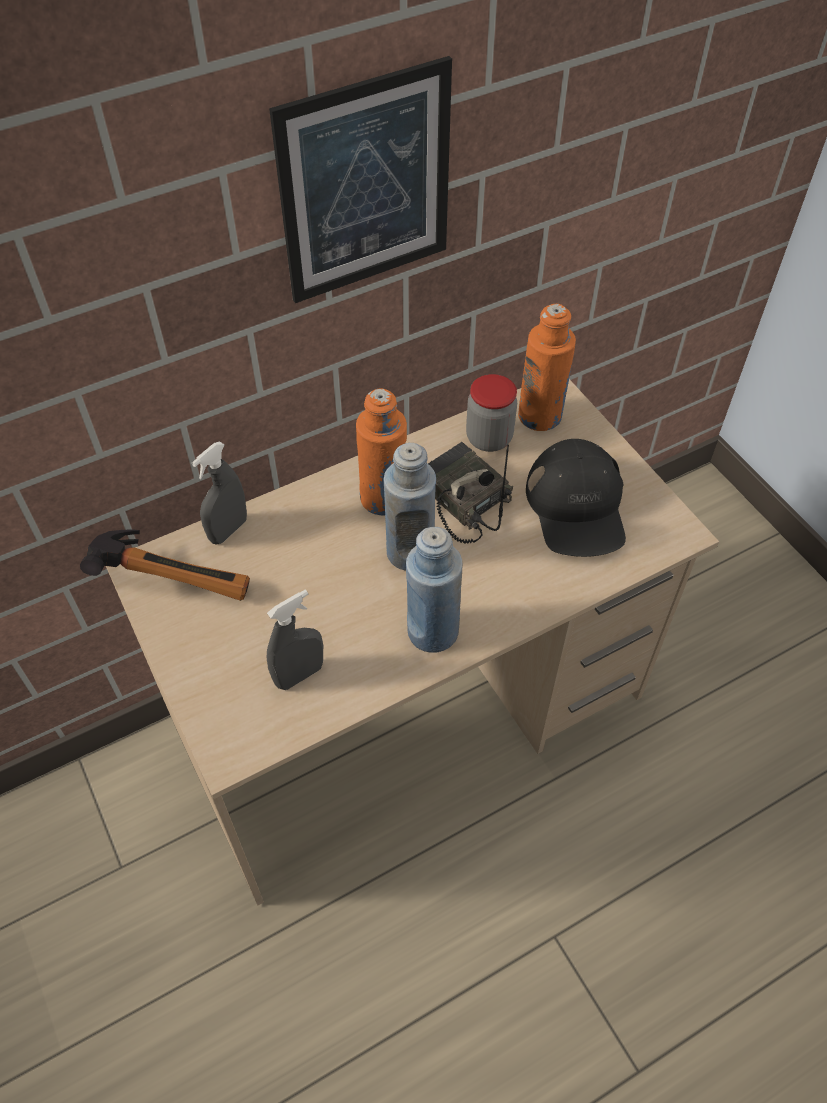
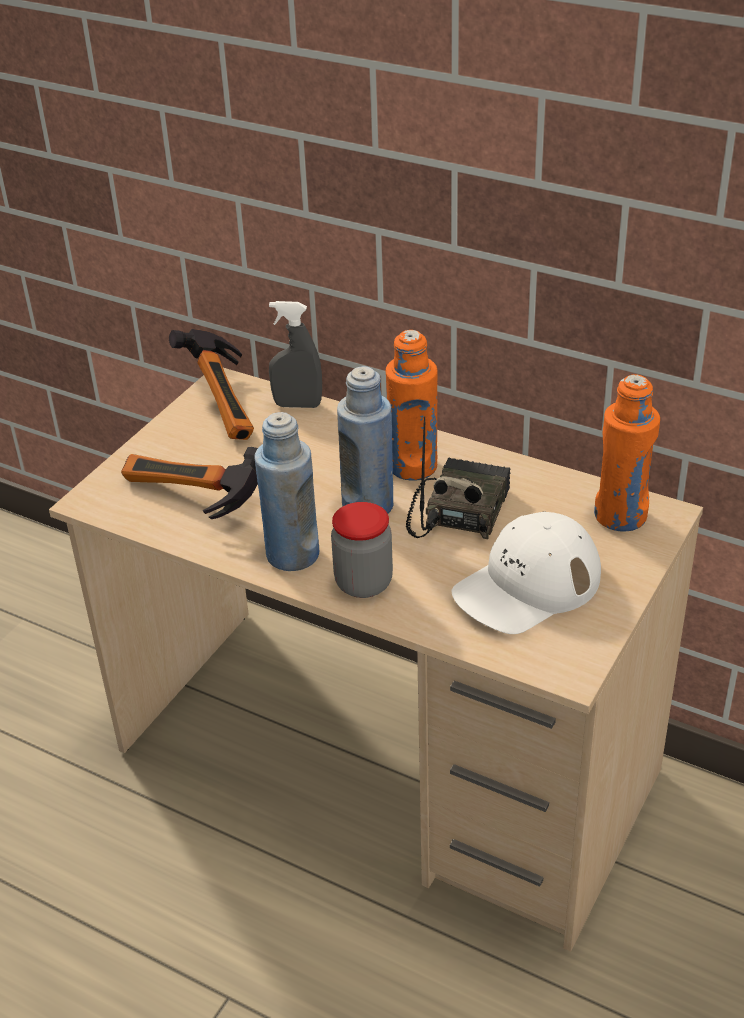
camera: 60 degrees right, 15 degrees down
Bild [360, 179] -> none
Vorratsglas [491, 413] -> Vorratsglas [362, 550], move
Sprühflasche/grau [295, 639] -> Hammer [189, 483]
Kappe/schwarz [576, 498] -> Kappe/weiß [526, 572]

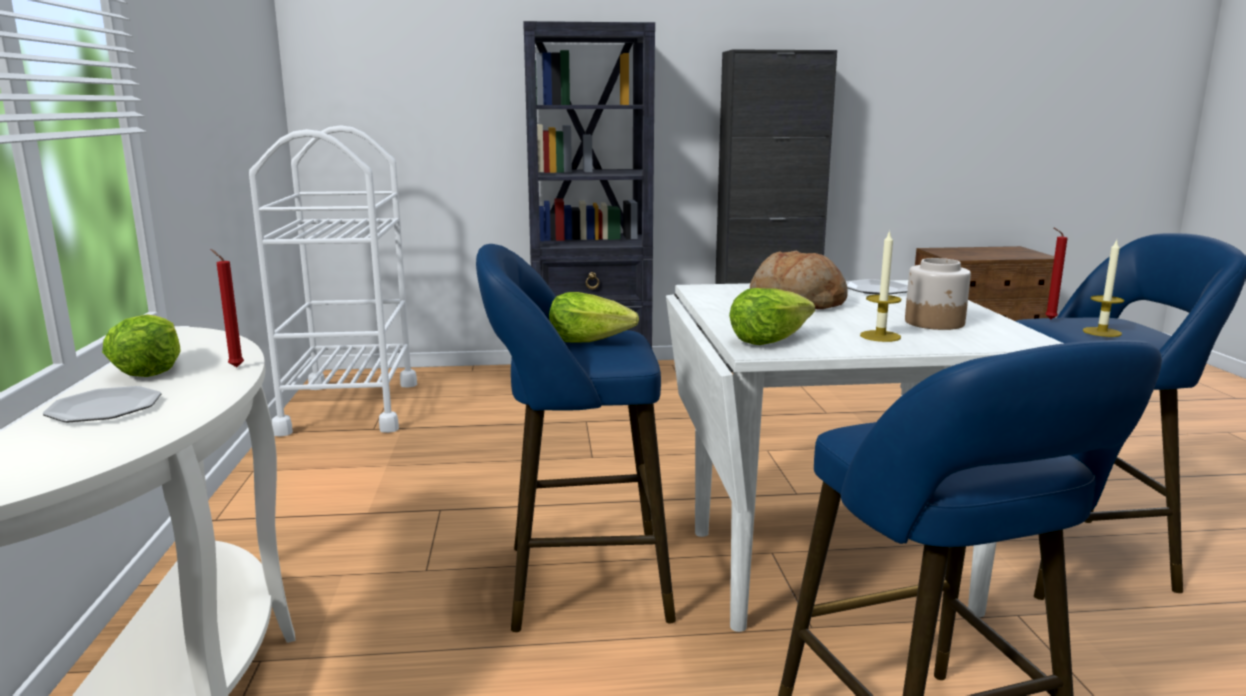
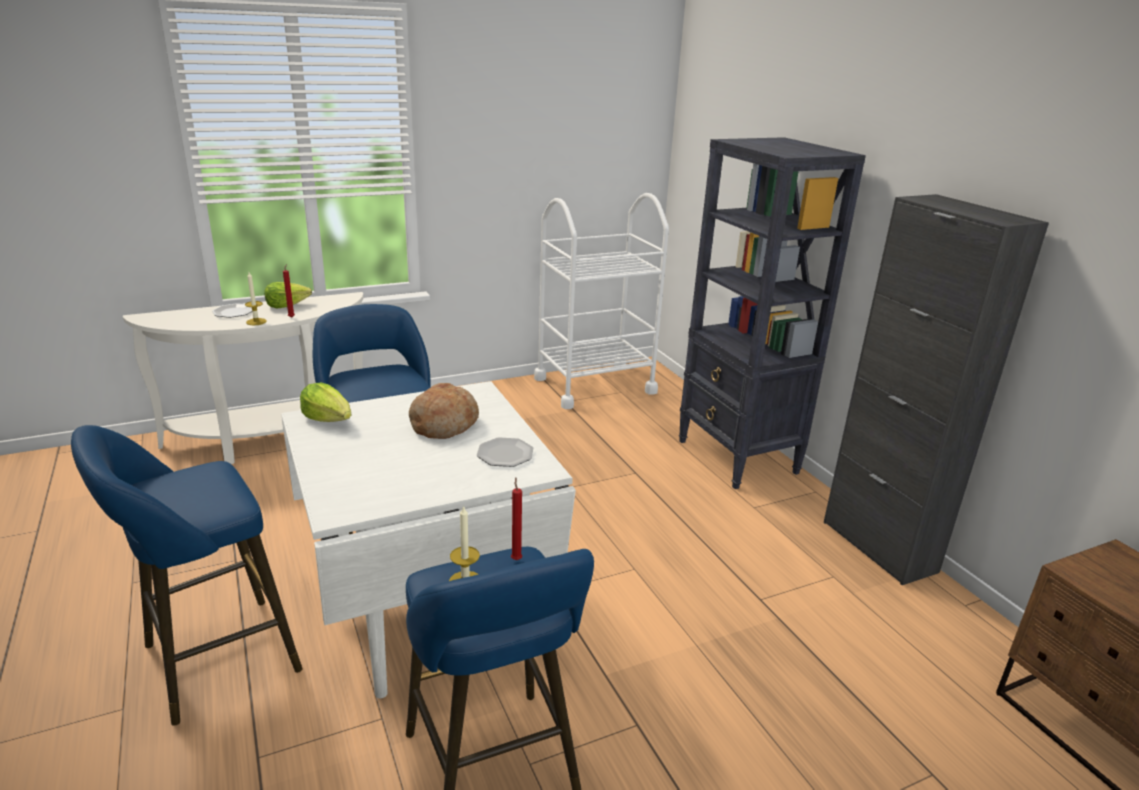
camera: 70 degrees right, 10 degrees up
Salatkopf [594, 317] -> none
Vorratsglas [938, 294] -> none
Kerze [880, 286] -> Kerze [256, 298], move

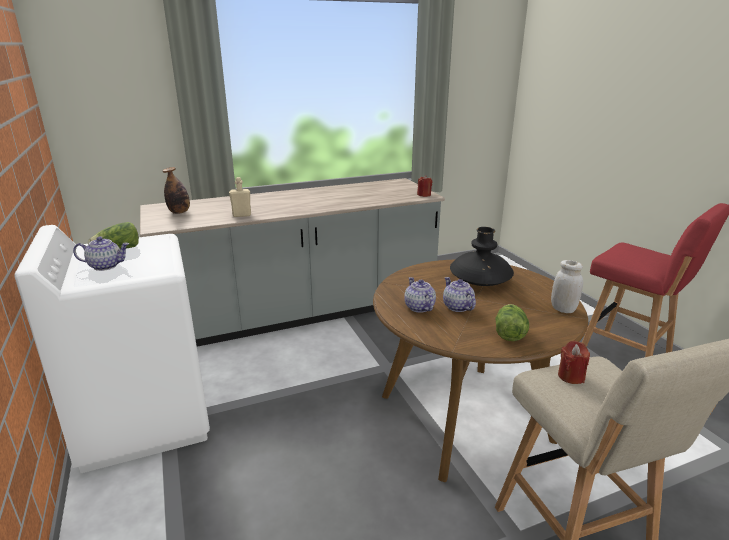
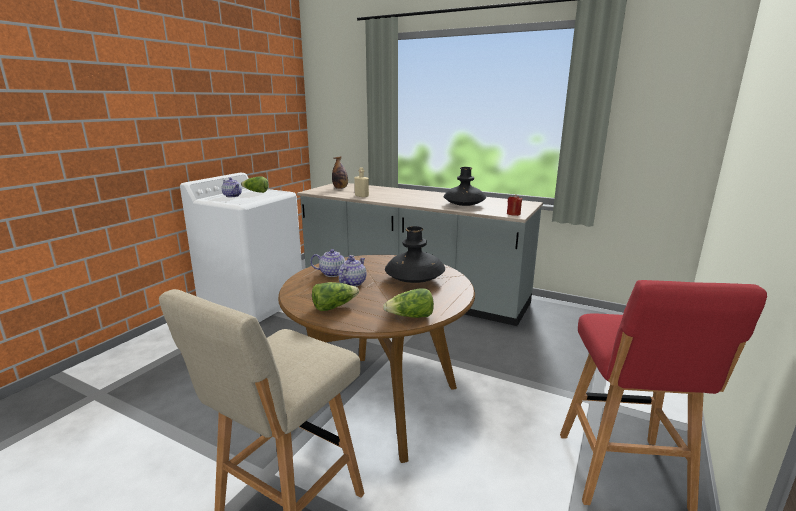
camera: 50 degrees right, 5 degrees down
Kerze/rot [574, 362] -> none
none -> Vase/schwarz [465, 186]
Vorratsglas/weiß [567, 286] -> Salatkopf [408, 303]
Teekanne [420, 295] -> Teekanne [332, 263], 60 degrees clockwise

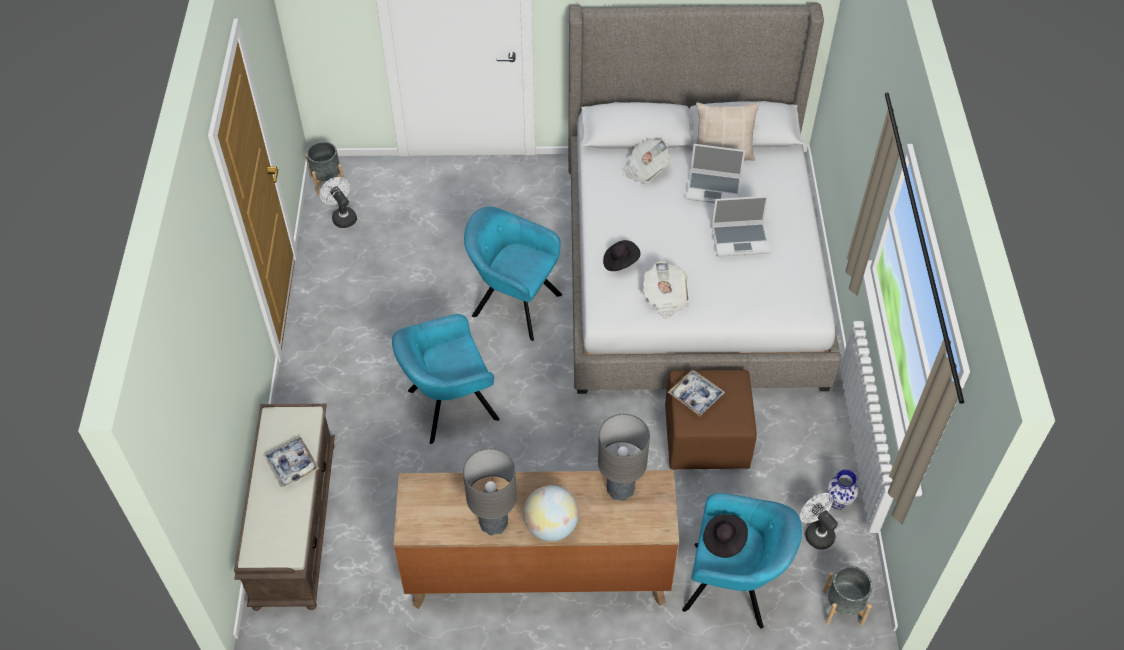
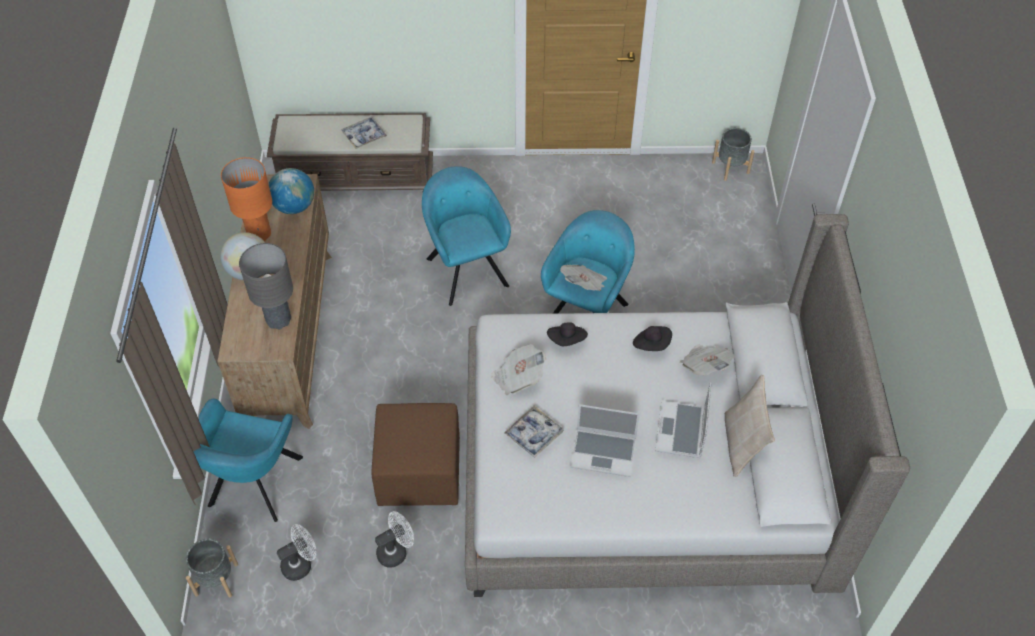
camera: 90 degrees right, 0 degrees up
Vase [842, 489] -> none
none -> Globus [291, 191]
none -> Zeitung [583, 278]
Ventilator/weiß [338, 202] -> Ventilator/weiß [394, 539], move
Tablett [696, 393] -> Tablett [534, 432], move
Hut/schwarz [725, 536] -> Hut/schwarz [652, 338], move
Tischlampe/grau [490, 491] -> Tischlampe/orange [246, 199]
Laptop [740, 226] -> Laptop [605, 440], 75 degrees counterclockwise

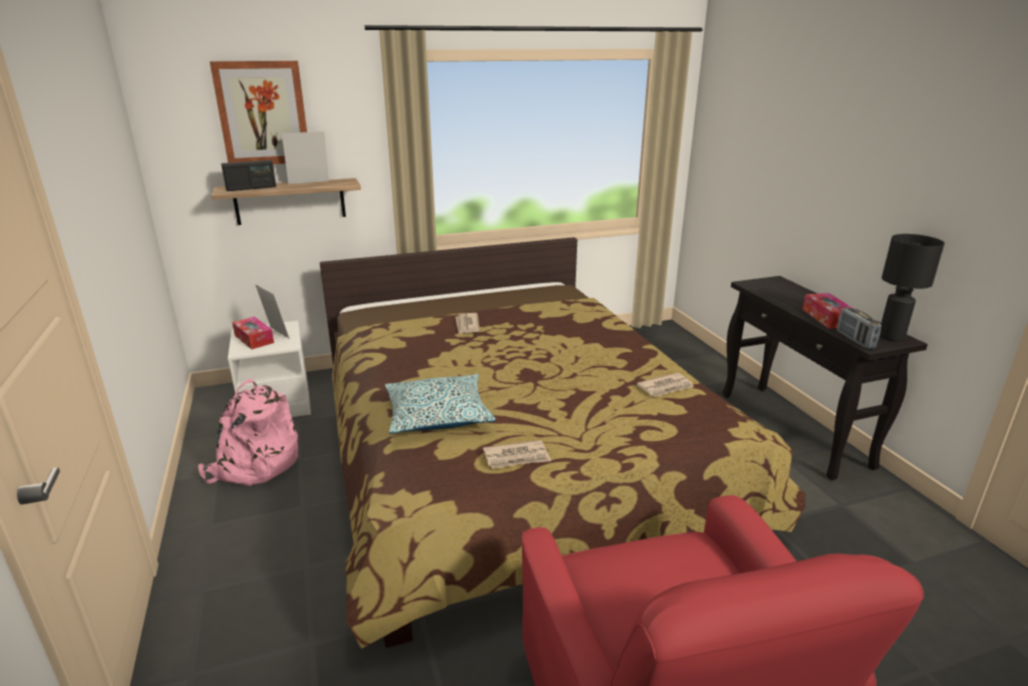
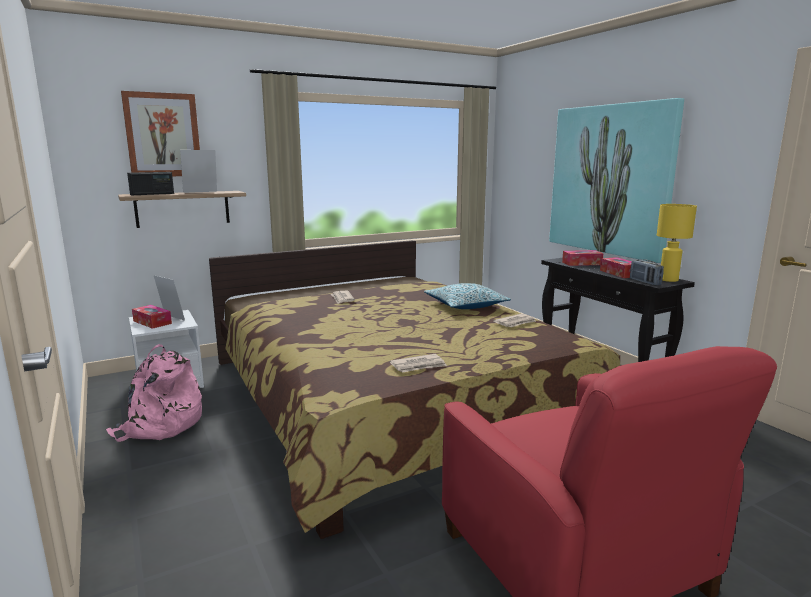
camera: 10 degrees left, 10 degrees down
none -> Bild [616, 180]
none -> Taschentuchbox [583, 258]
Kissen [440, 404] -> Kissen [467, 296], move
Tischlampe/schwarz [912, 288] -> Tischlampe/gelb [677, 243]

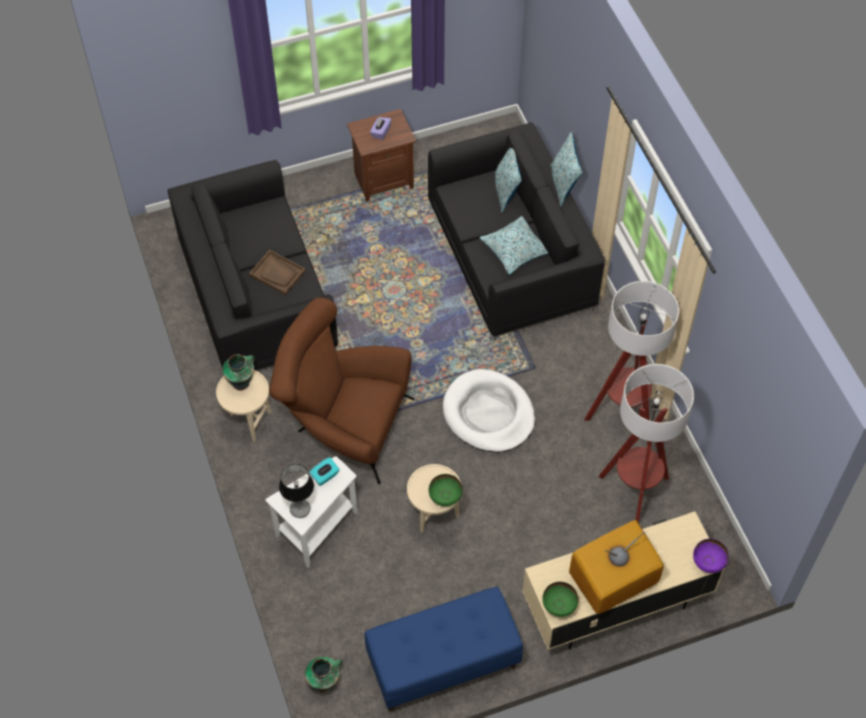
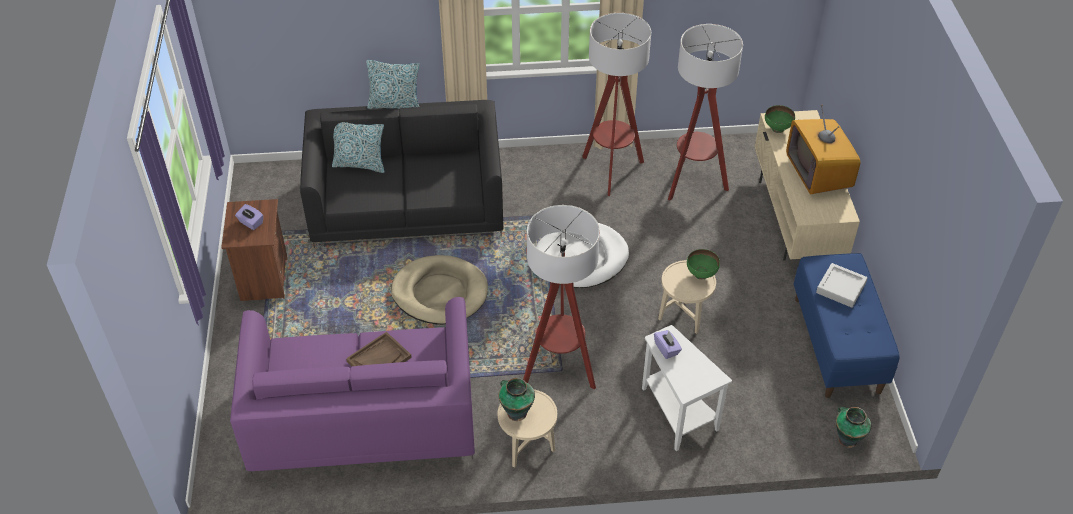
camera: 75 degrees left, 10 degrees down
Tischlampe [296, 491] -> none
Kissen [514, 245] -> none
Schüssel/lila [711, 556] -> none
none -> Hundebett/beige [439, 289]
none -> Tablett/grau [842, 285]
Schüssel/grün [560, 599] -> Schüssel/grün [780, 119], move
Sessel/braun [342, 390] -> Stehlampe [561, 297]
Sofa/schwarz [253, 265] -> Sofa/lila [352, 386]
Taschentuchbox/türkis [324, 471] -> Taschentuchbox/lila [668, 344]

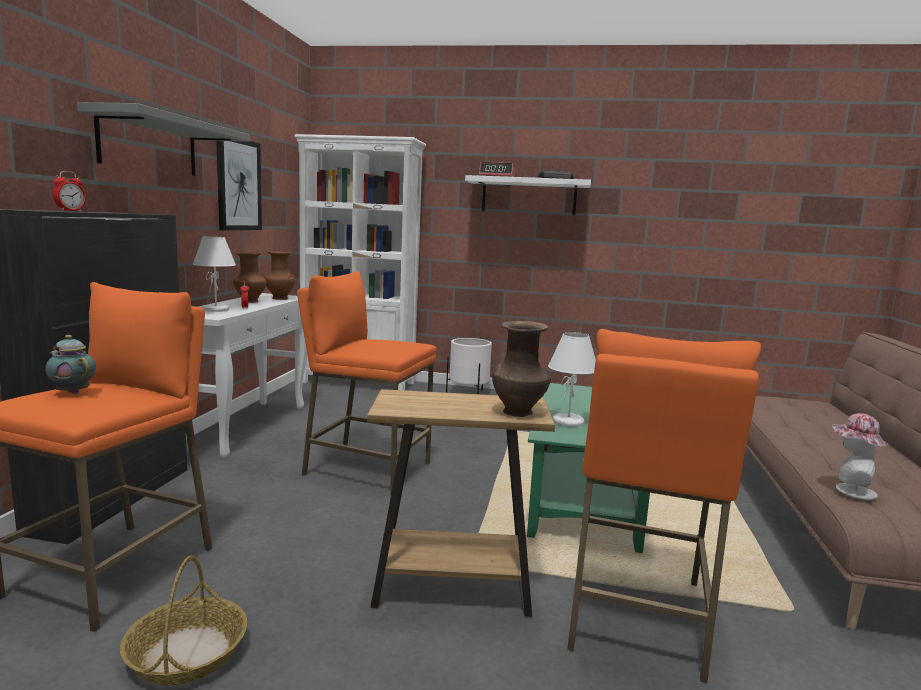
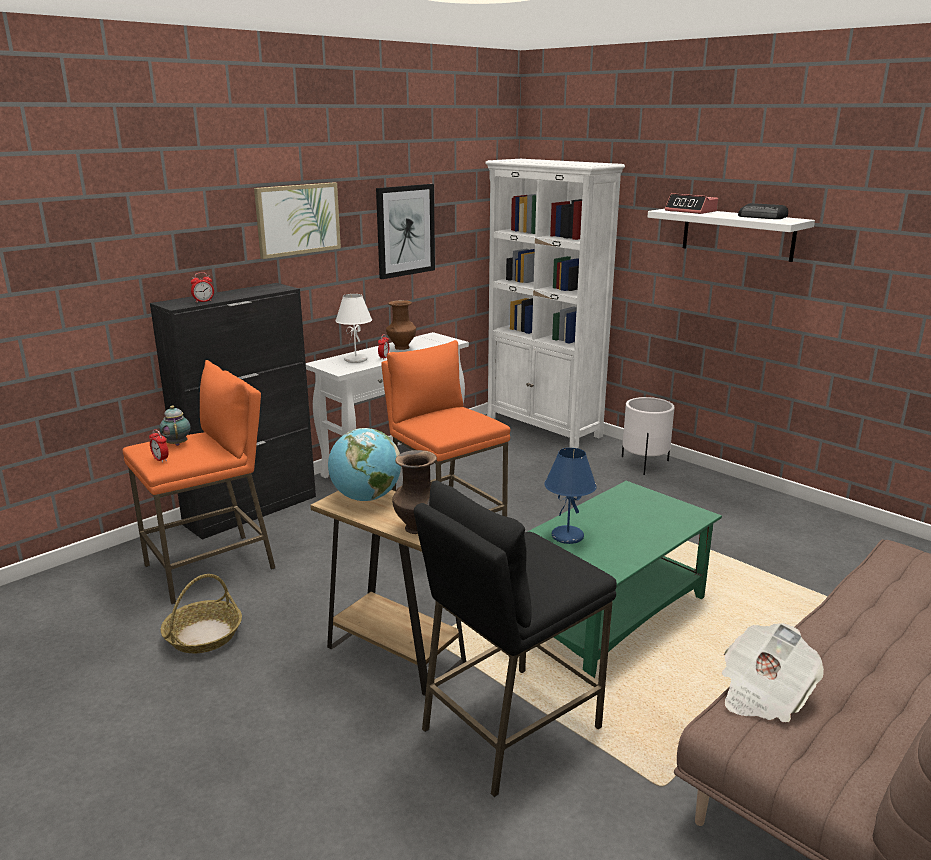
camera: 35 degrees right, 10 degrees up
Vase/braun [279, 275] -> none
none -> Wecker [159, 446]
none -> Globus [364, 464]
Wandregal/grau [163, 139] -> Bild [297, 220]
Hut [859, 456] -> Zeitung [773, 672]
Tischlampe/weiß [572, 379] -> Tischlampe/blau [570, 496]
Hocker/orange [664, 506] -> Hocker/schwarz [515, 639]

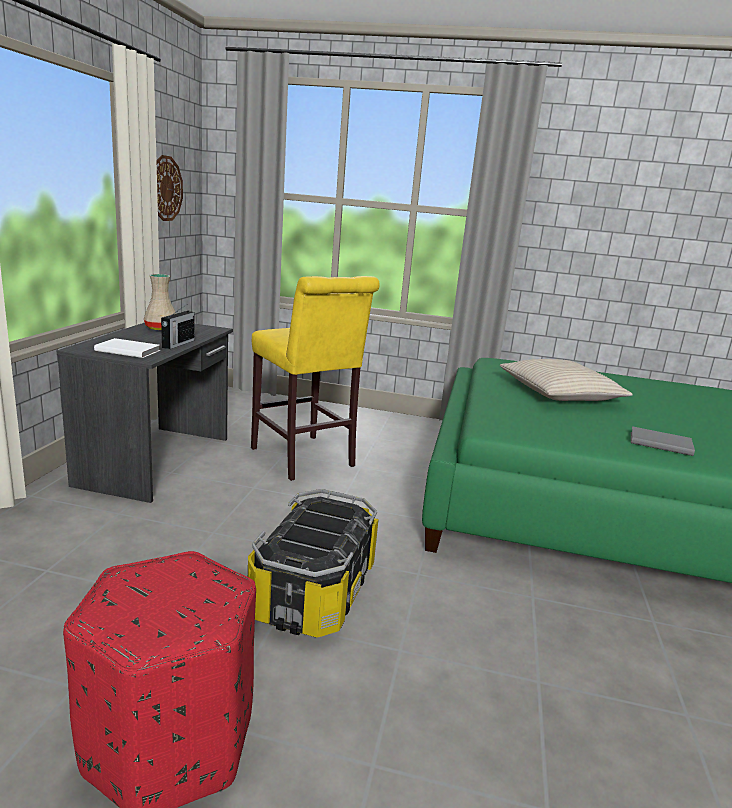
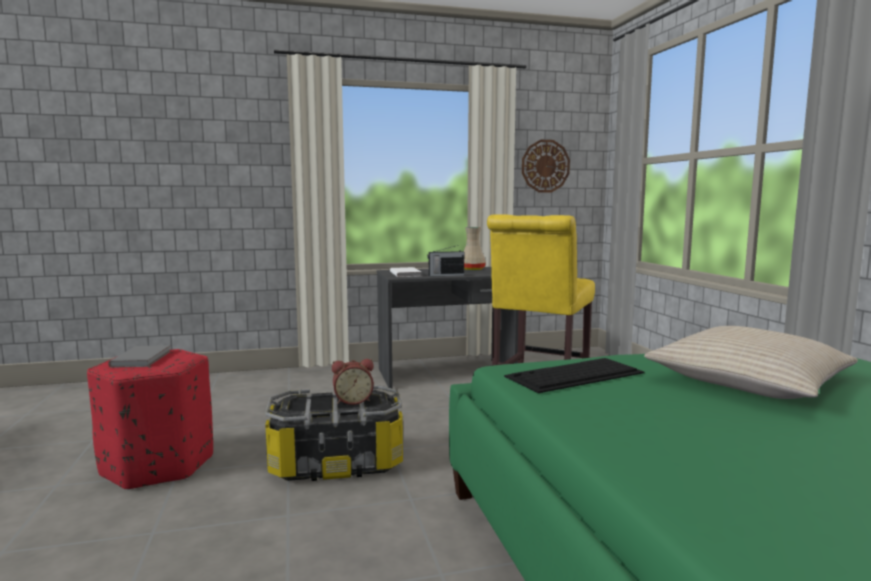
camera: 65 degrees right, 10 degrees down
none -> Wecker [353, 382]
none -> Tastatur [574, 375]
Buch/grau [663, 441] -> Buch/grau [139, 356], move

